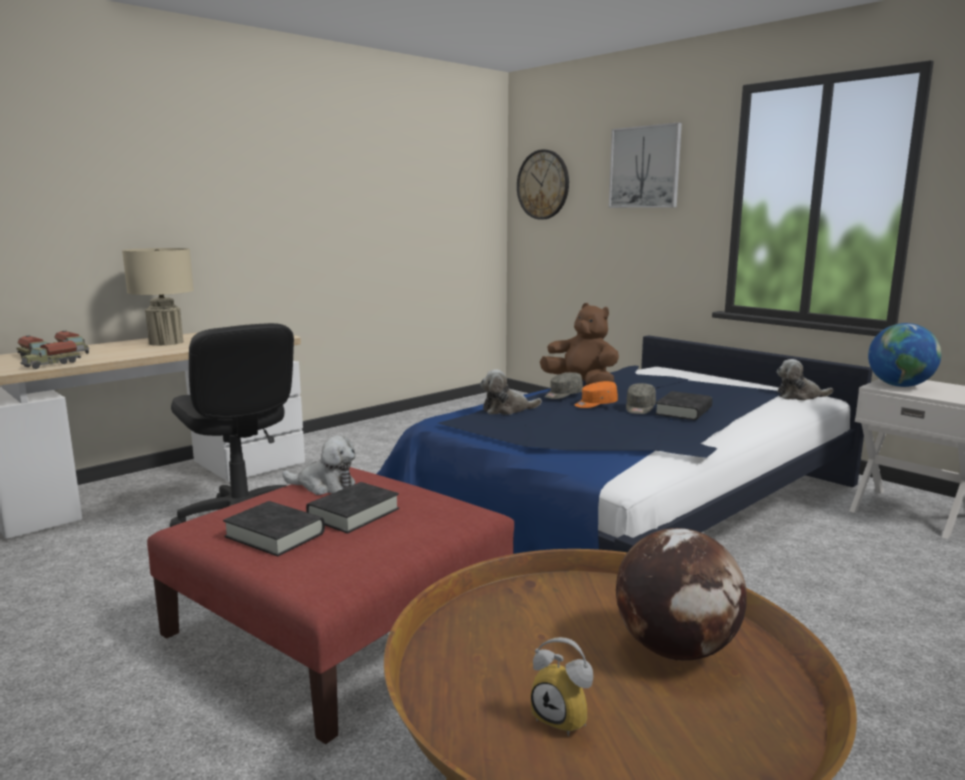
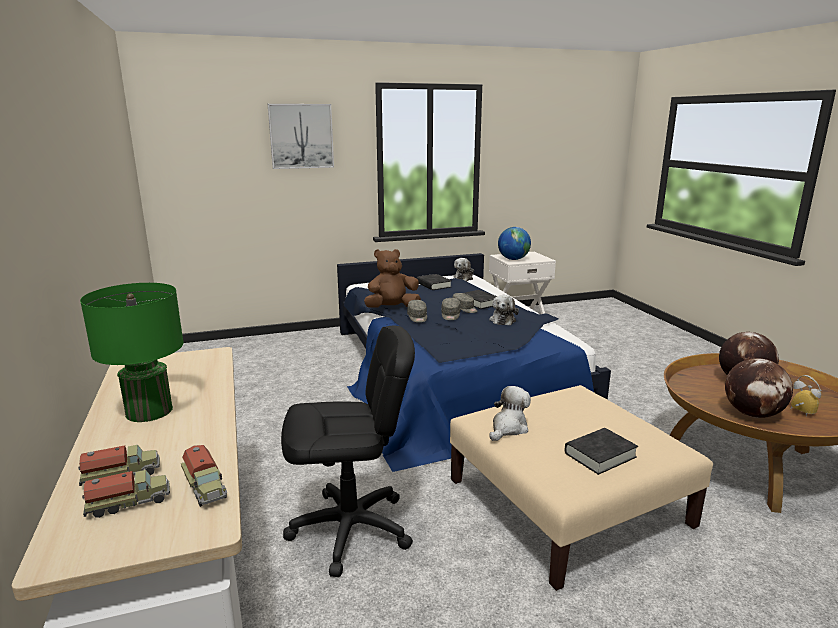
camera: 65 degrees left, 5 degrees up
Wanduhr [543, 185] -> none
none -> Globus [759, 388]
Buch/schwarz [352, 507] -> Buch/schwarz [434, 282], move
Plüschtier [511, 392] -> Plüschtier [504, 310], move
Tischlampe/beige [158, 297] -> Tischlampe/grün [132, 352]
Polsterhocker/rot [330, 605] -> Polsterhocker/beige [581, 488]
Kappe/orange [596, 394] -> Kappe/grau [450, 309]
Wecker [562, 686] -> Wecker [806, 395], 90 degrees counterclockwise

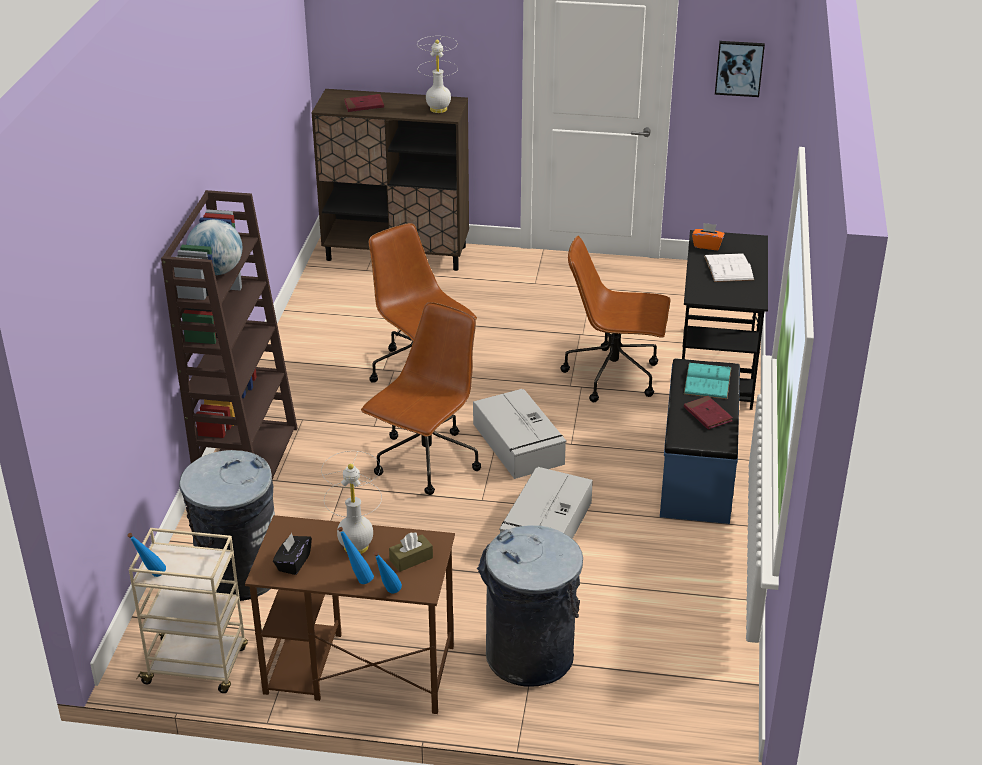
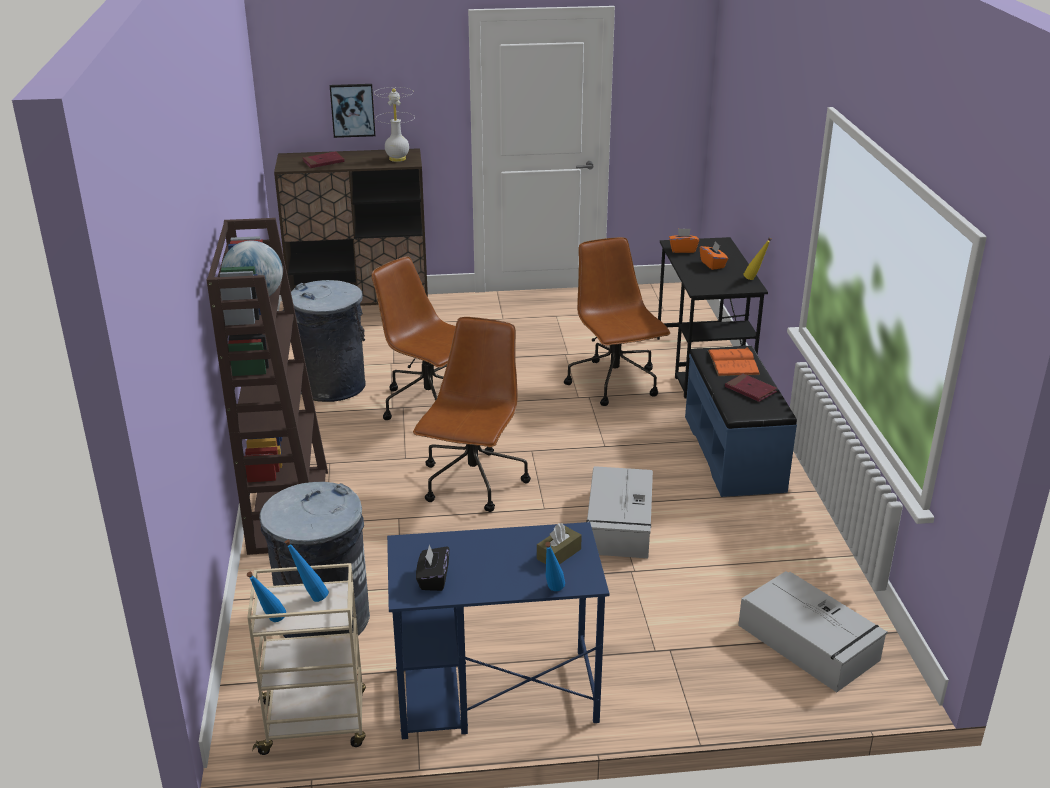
camera: 15 degrees left, 5 degrees down
Tischlampe/weiß [351, 502] -> none
none -> Flasche/gelb [757, 258]
Flasche/blau [356, 555] -> Flasche/blau [306, 571], move
Aufbewahrungsbox/grau [520, 434] -> Aufbewahrungsbox/grau [813, 632], move
Mülleimer/grau [530, 606] -> Mülleimer/grau [324, 341], move
Bild [740, 69] -> Bild [352, 111], move
Buch/weiß [729, 267] -> Taschentuchbox/orange [714, 256]
Schreibtisch/braun [350, 614] -> Schreibtisch/blau [498, 630]
Buch/türkis [707, 381] -> Buch/orange [734, 361]
Bürostuhl/braun [615, 319] -> Bürostuhl/braun [617, 321], 75 degrees clockwise

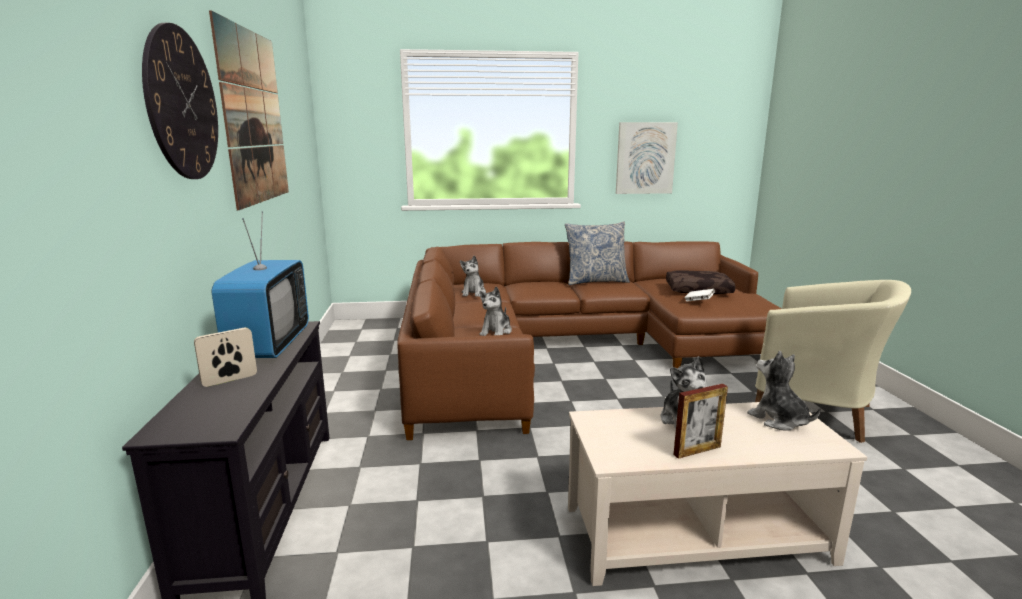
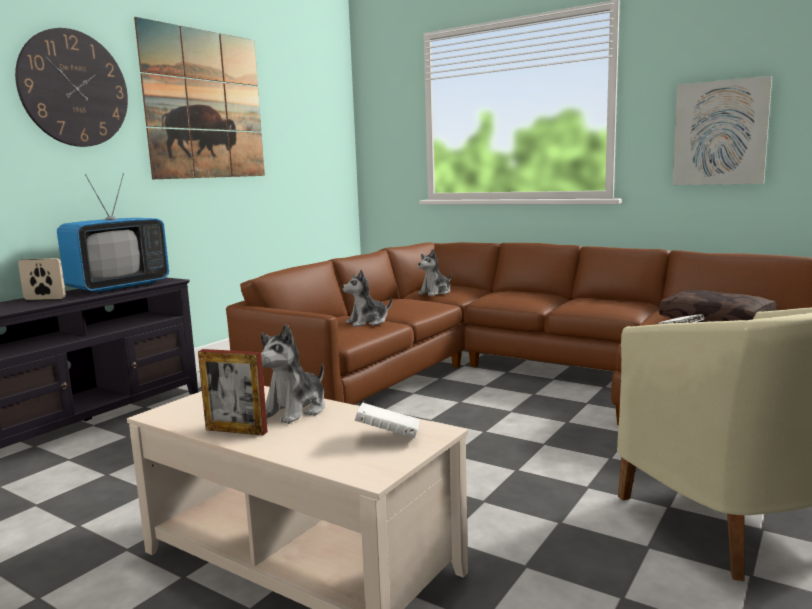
camera: 40 degrees right, 5 degrees down
Kissen [597, 253] -> none
Plüschtier [784, 391] -> Buch/weiß [386, 420]

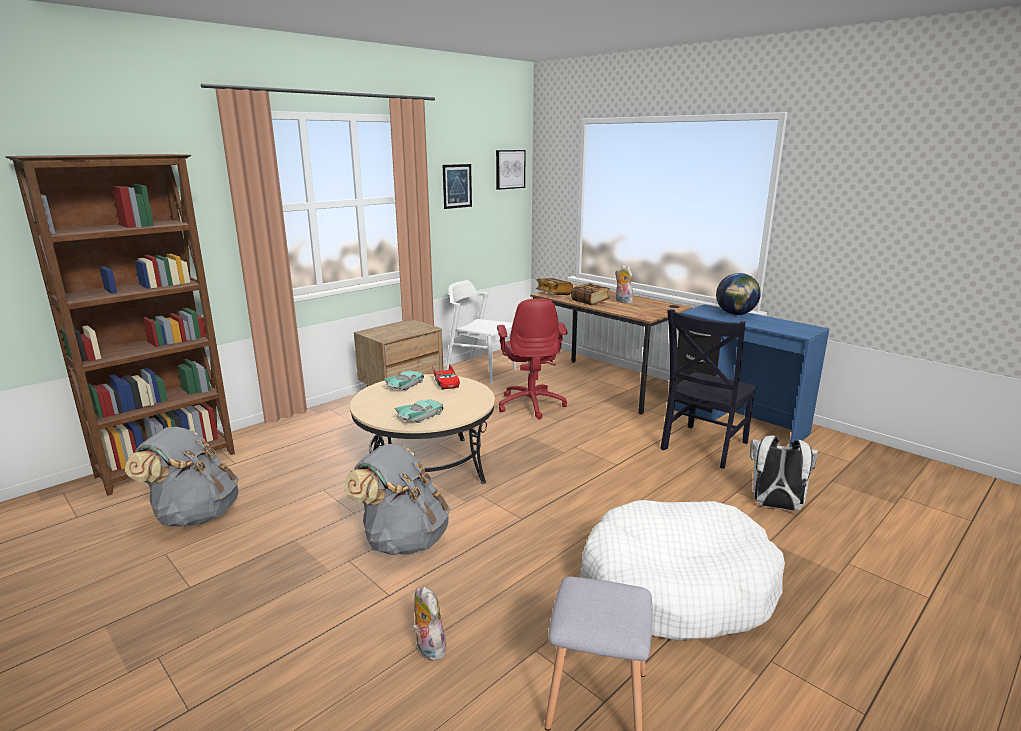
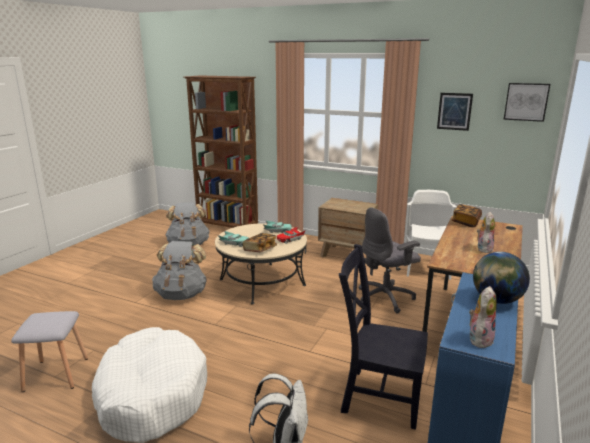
camera: 70 degrees right, 0 degrees up
Plüschtier [430, 624] -> Plüschtier [483, 317], move
Buch [590, 294] -> Buch [260, 242], move
Bürostuhl/rot [532, 358] -> Bürostuhl/grau [389, 260]

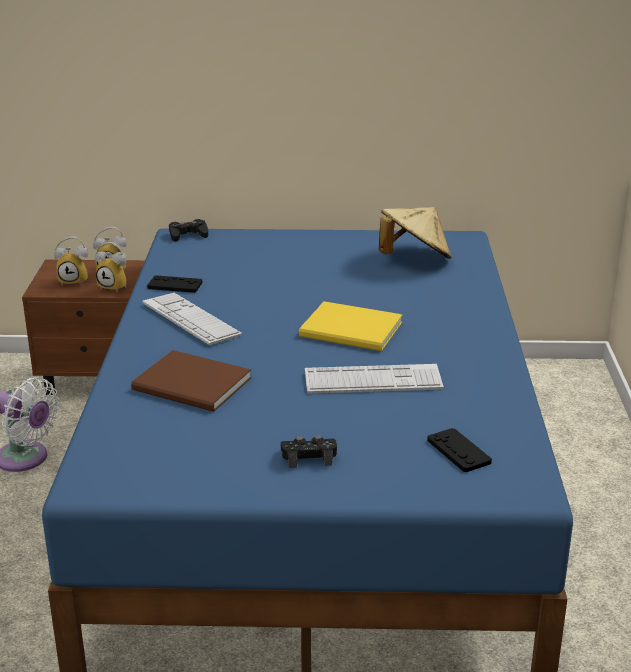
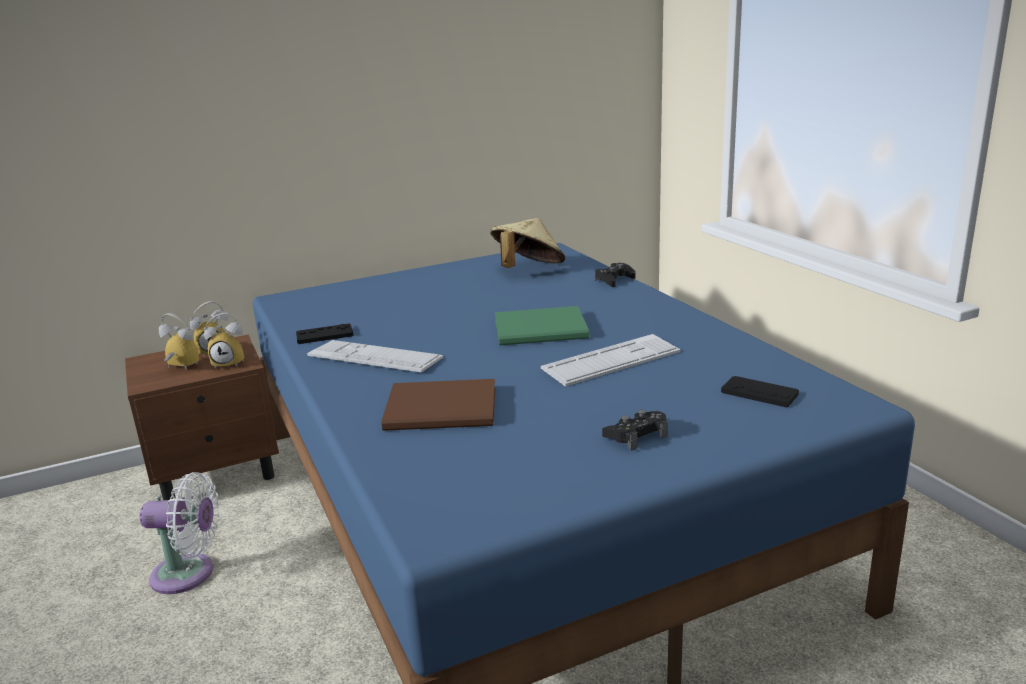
camera: 25 degrees left, 5 degrees down
Gamepad/schwarz [188, 230] -> Gamepad/schwarz [615, 275], move
Buch/gelb [351, 326] -> Buch/grün [542, 325]
Wecker [71, 261] -> Wecker [178, 341], 135 degrees counterclockwise

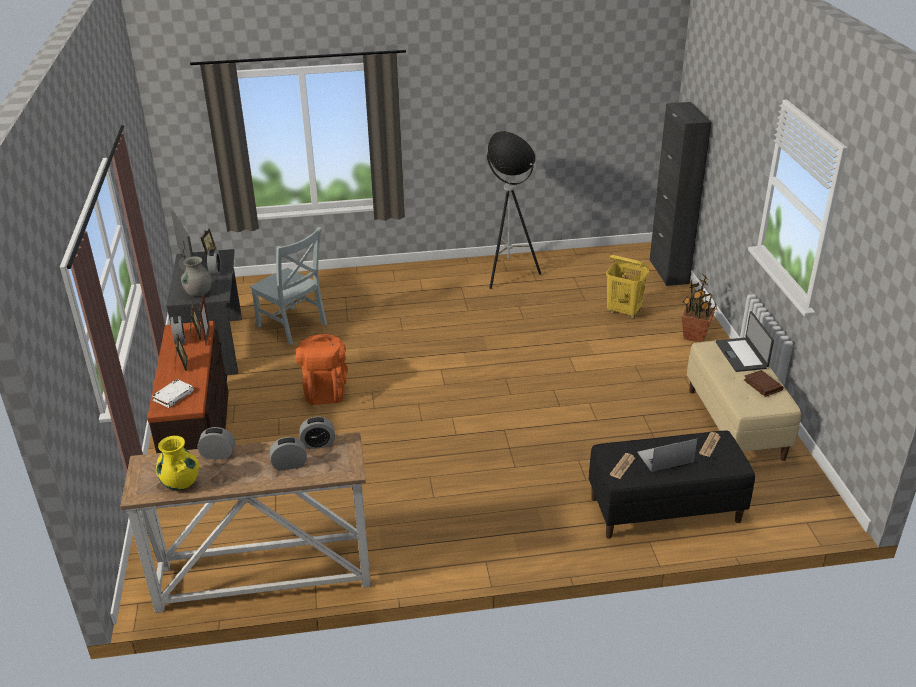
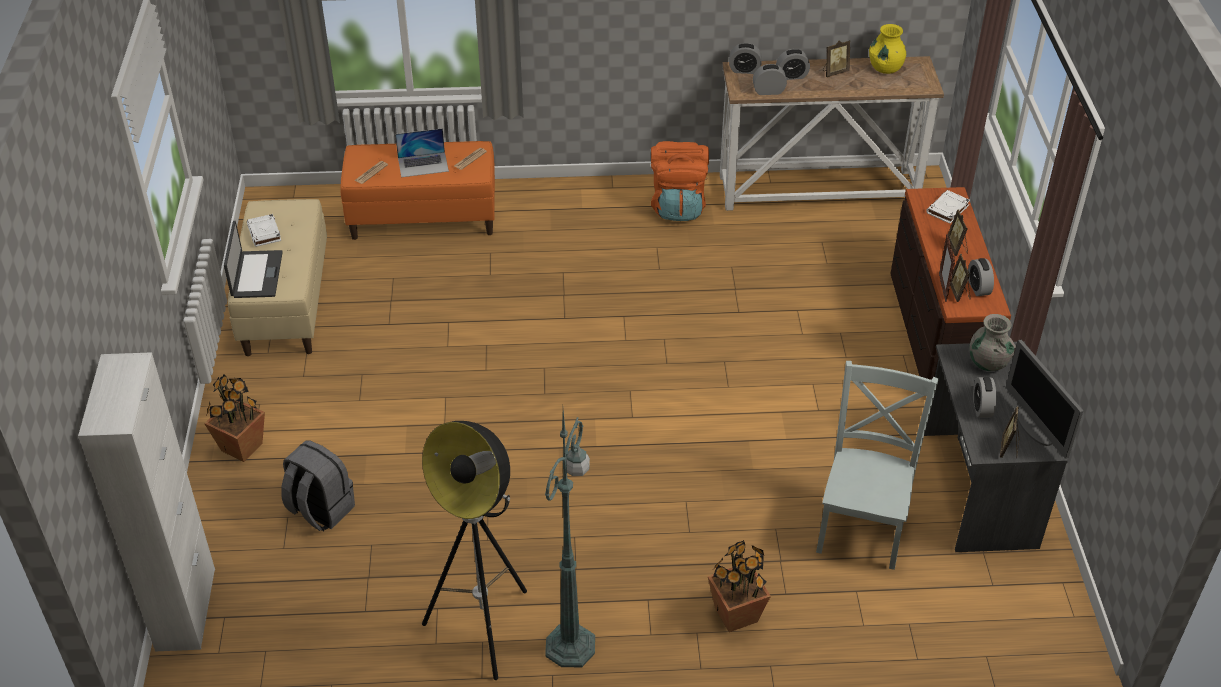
camera: 175 degrees left, 10 degrees up
none -> Stehlampe/grün [570, 538]
none -> Topfpflanze [739, 586]
none -> Bilderrahmen [836, 58]
Wecker [216, 443] -> Wecker [745, 58], move
Rucksack/orange [322, 369] -> Rucksack/orange [680, 181], move
Wäschekorb/gelb [627, 286] -> Rucksack/grau [318, 485]
Bank/schwarz [672, 485] -> Bank/orange [417, 190]
Schrank/schwarz [680, 194] -> Schrank/weiß [146, 501]
Buch/braun [763, 383] -> Buch/weiß [264, 230]
Stuhl/grau [288, 286] -> Stuhl/grau [877, 465], 60 degrees clockwise

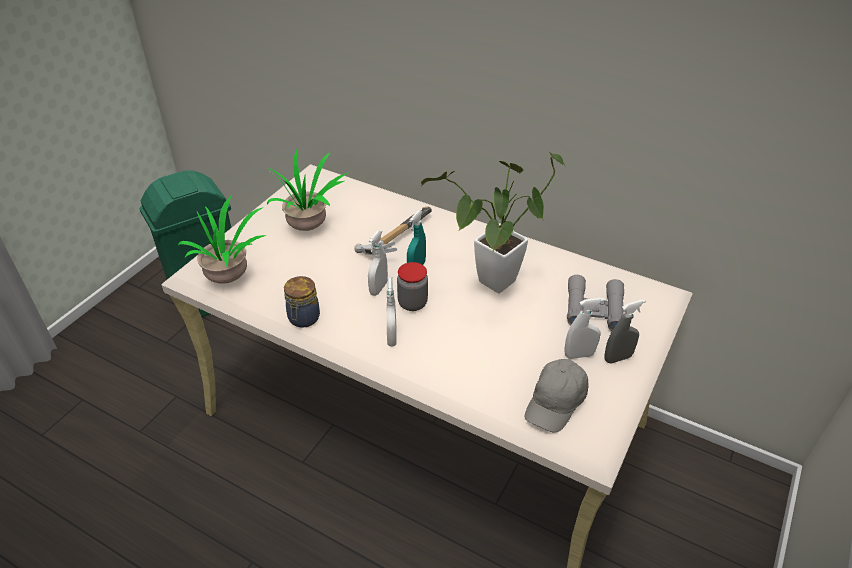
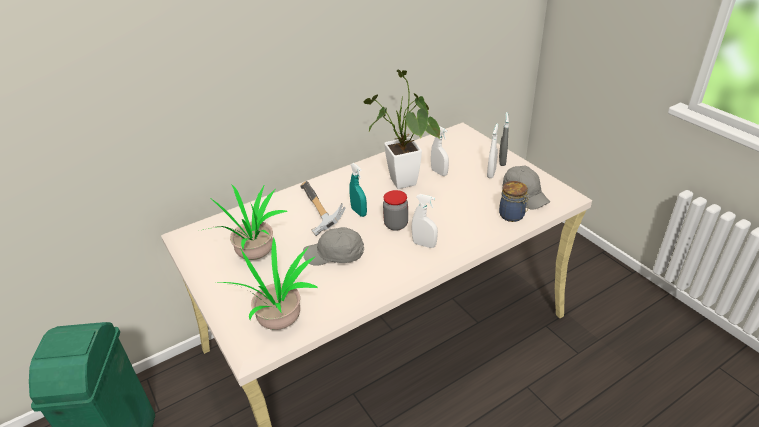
camera: 60 degrees left, 5 degrees down
Fernglas/grau [595, 303] -> none
none -> Kappe/grau [333, 246]
Vorratsglas [302, 302] -> Vorratsglas [514, 201], move
Sprühflasche/weiß [378, 263] -> Sprühflasche/weiß [440, 151], move

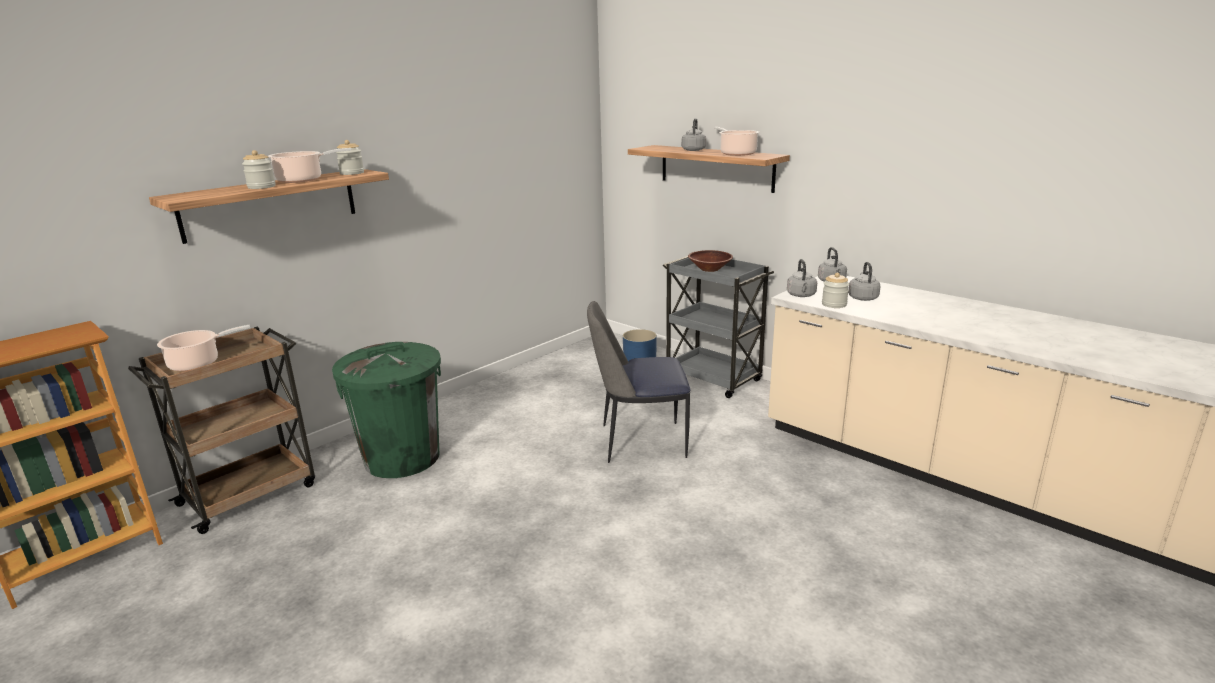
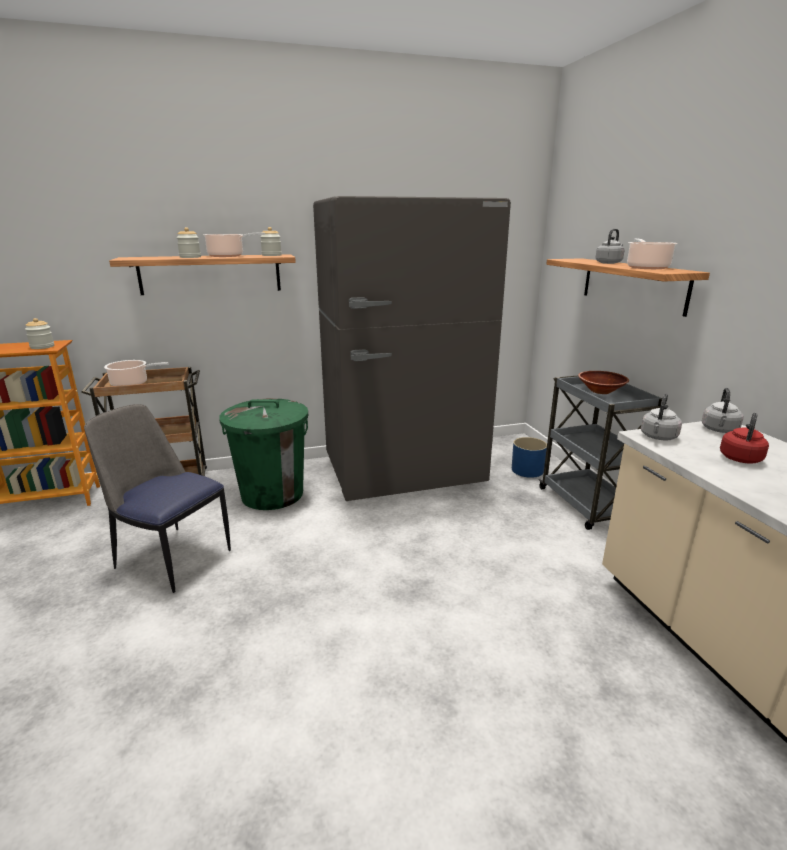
camera: 30 degrees right, 0 degrees up
none -> Kühlschrank/grau [412, 348]
Stuhl [638, 382] -> Stuhl [157, 498], move
Vorratsglas [835, 290] -> Vorratsglas [39, 333], move
Wasserkessel/grau [864, 281] -> Wasserkessel/rot [744, 438]

